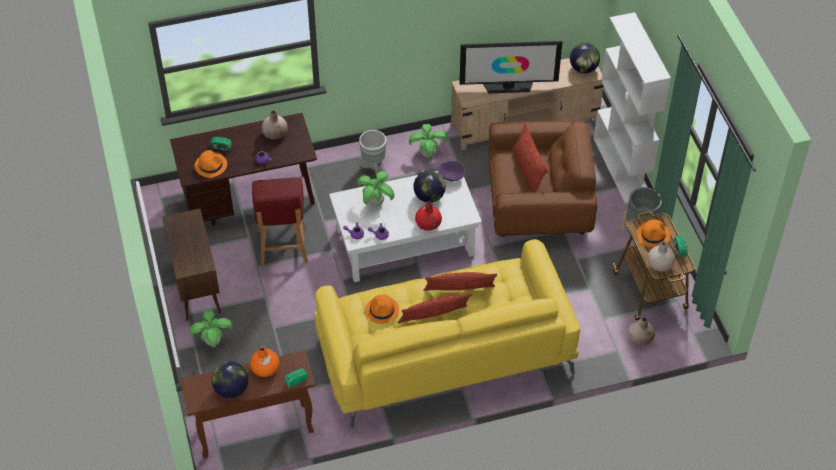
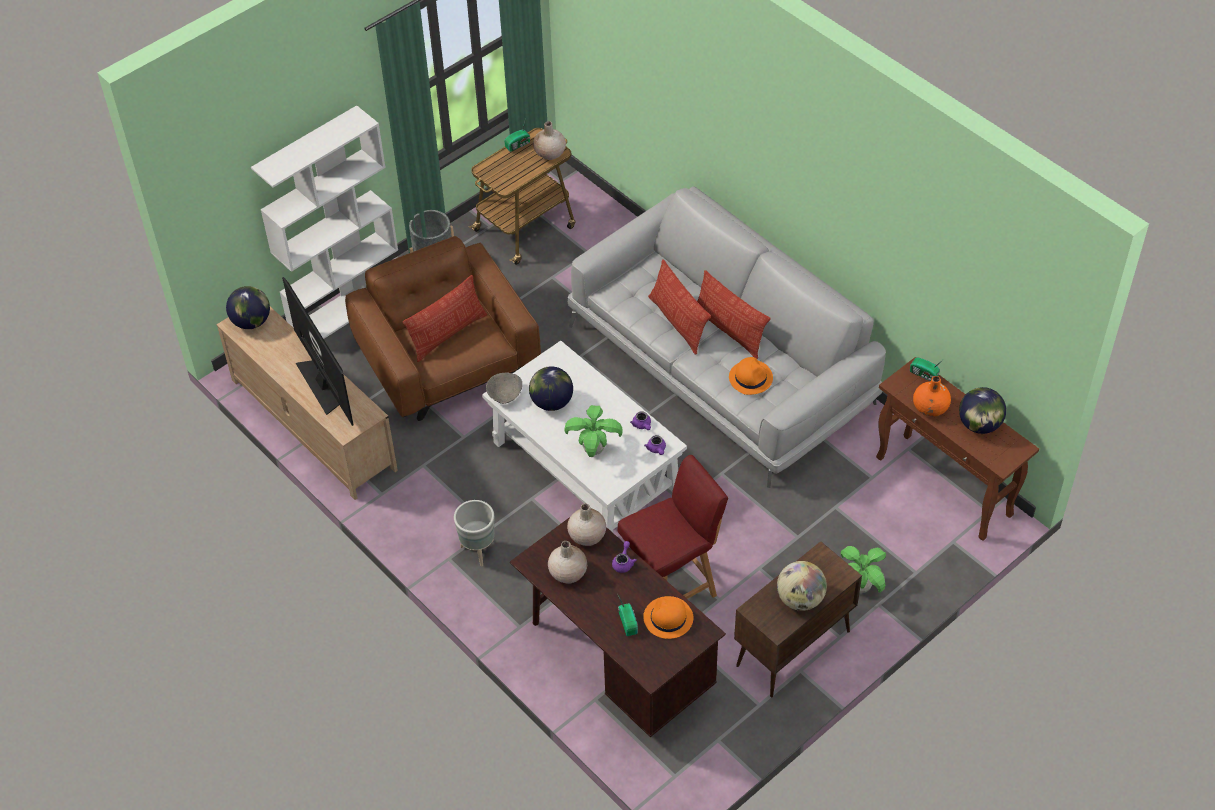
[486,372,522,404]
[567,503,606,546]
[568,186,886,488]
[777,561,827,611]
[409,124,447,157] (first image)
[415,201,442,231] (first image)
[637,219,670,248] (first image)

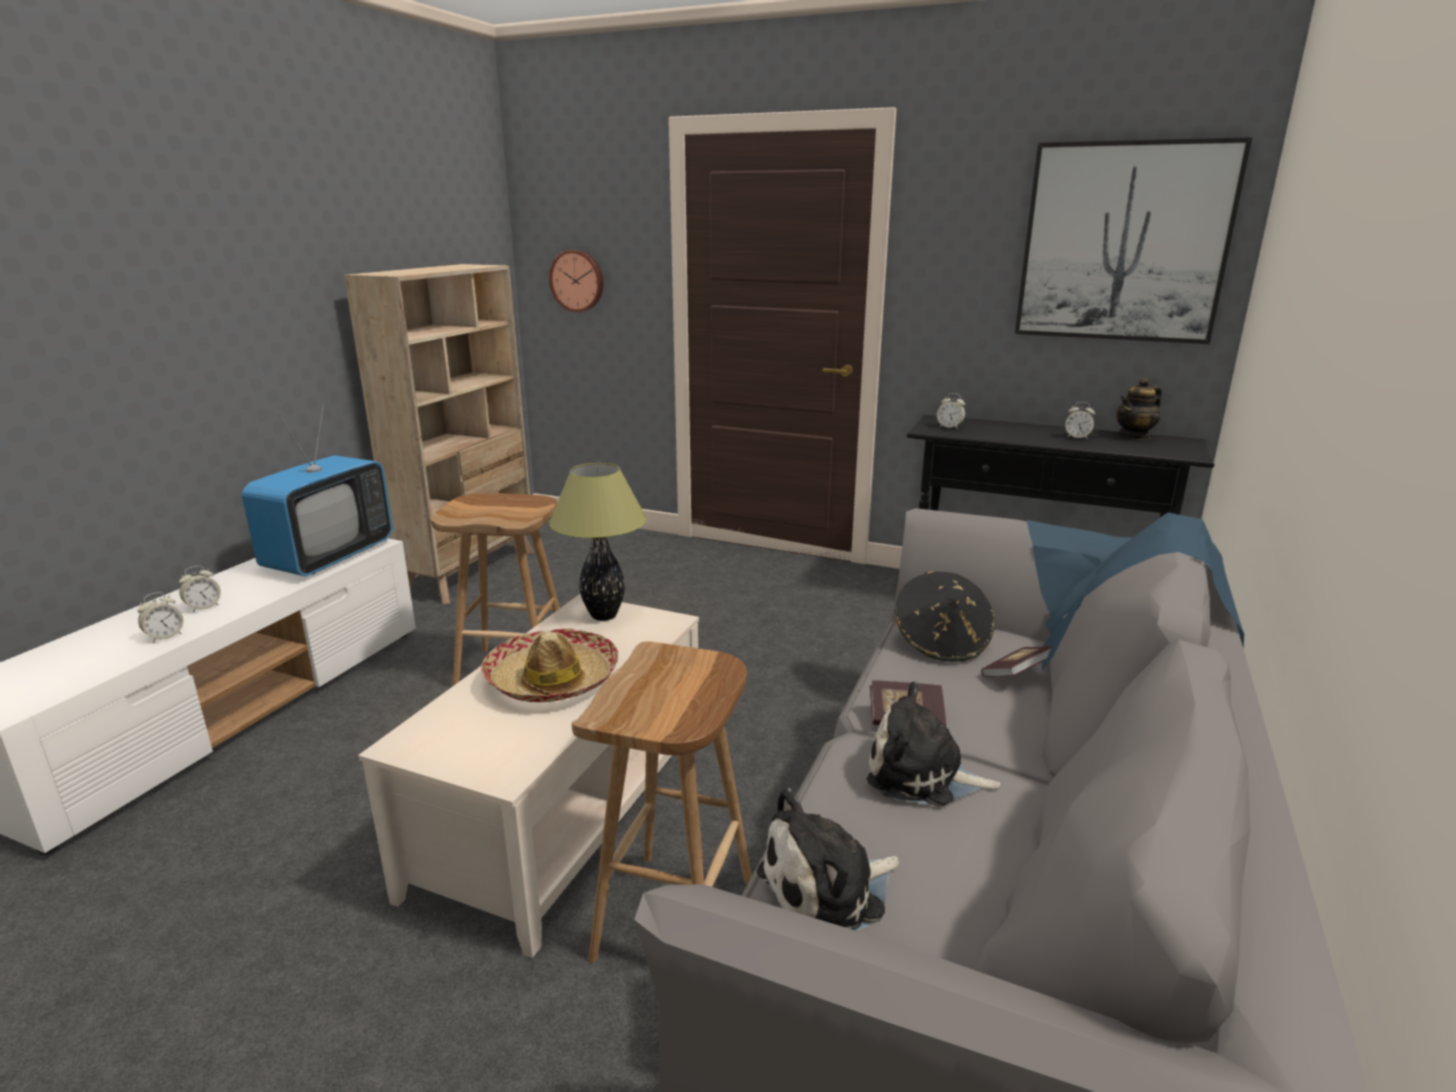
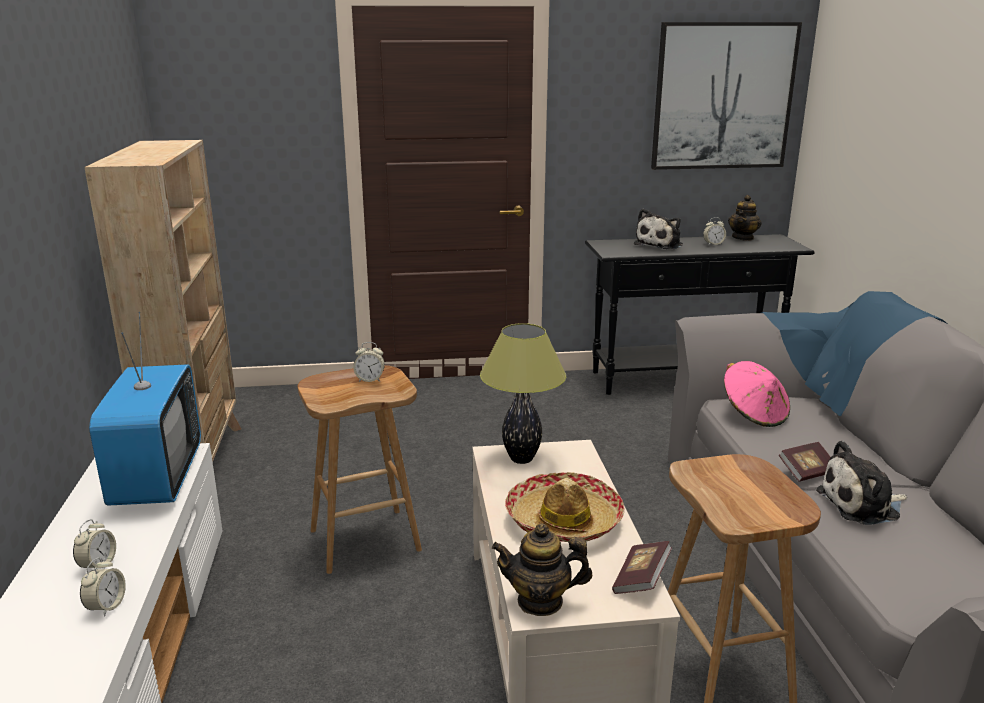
[353,342,385,382]
[492,524,592,616]
[612,541,672,594]
[634,208,683,249]
[724,361,790,427]
[549,250,603,312] (first image)

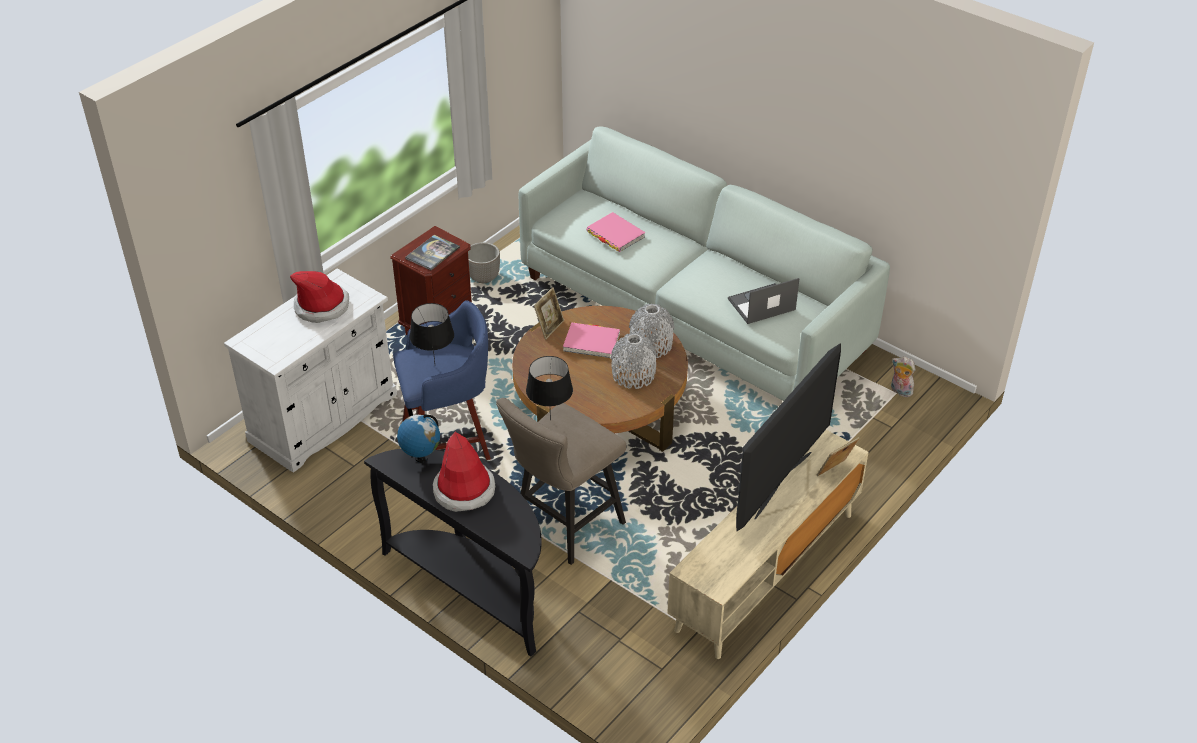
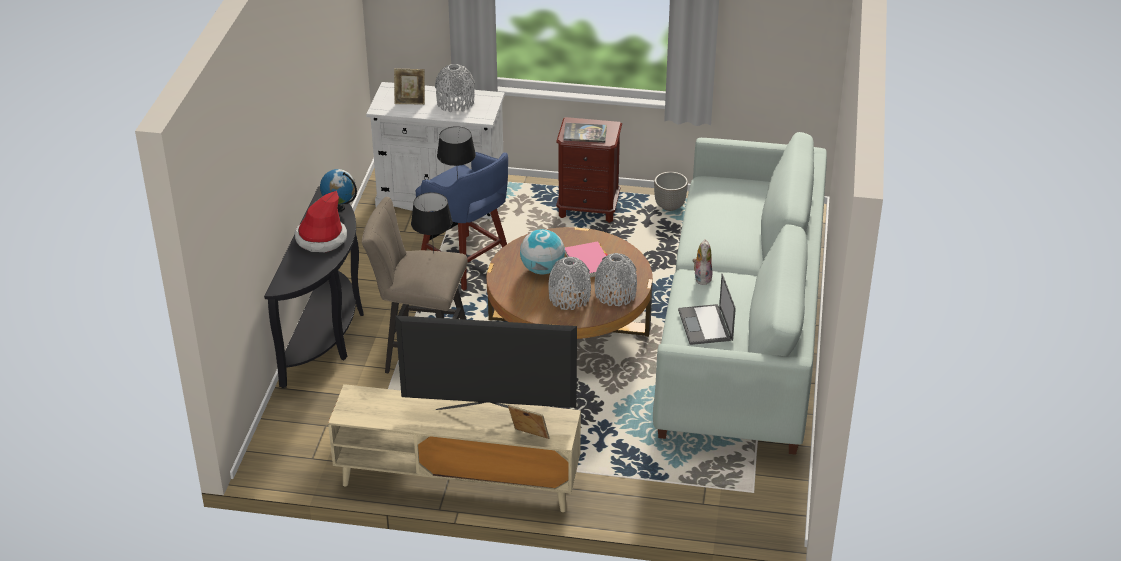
[394,68,425,105]
[435,64,475,112]
[520,229,565,274]
[678,274,736,345]
[692,239,712,285]
[586,212,646,252] (first image)

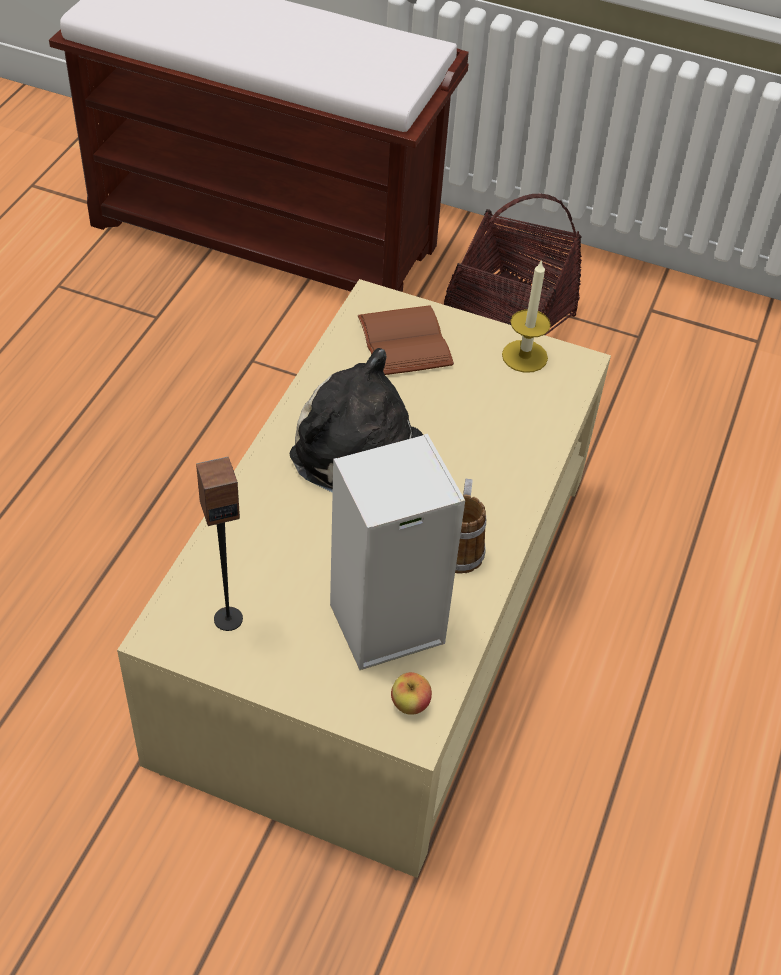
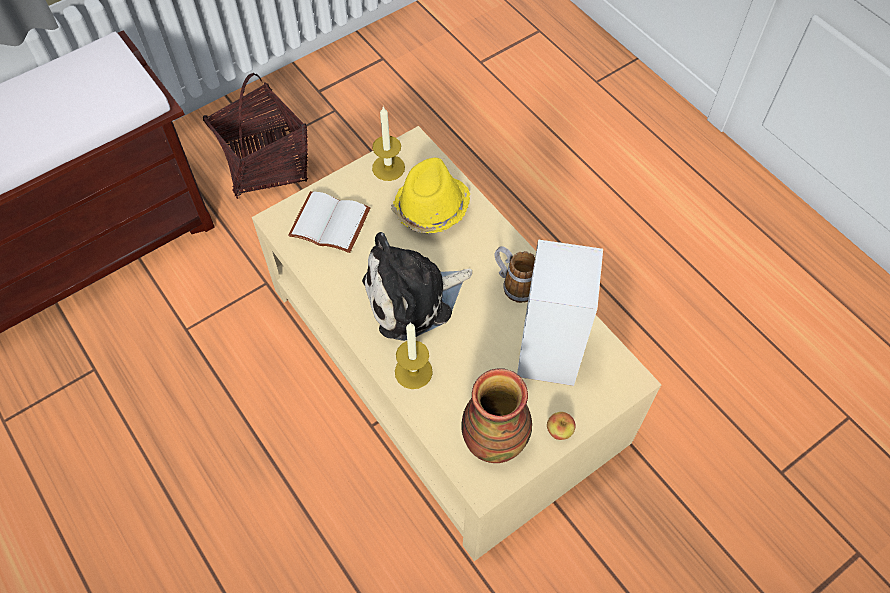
[288,191,371,253]
[391,158,470,234]
[395,323,433,389]
[461,368,532,463]
[547,412,575,440]

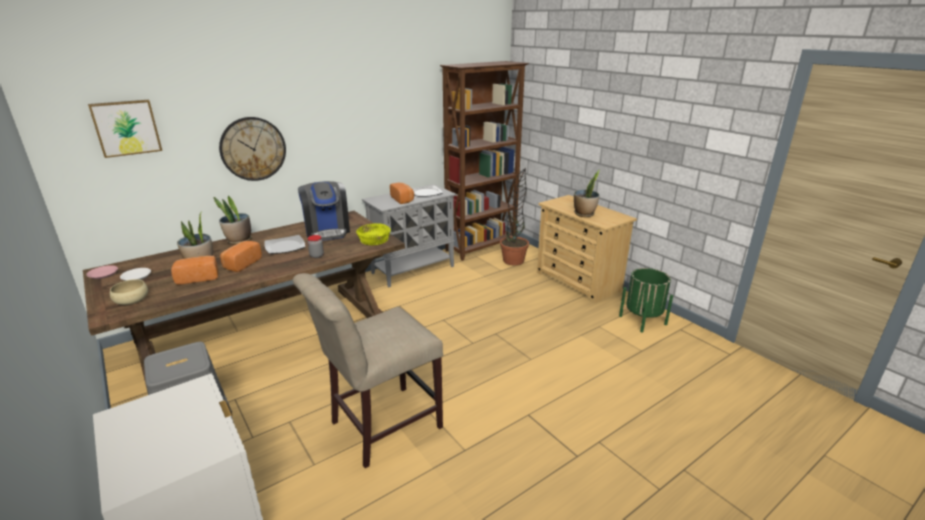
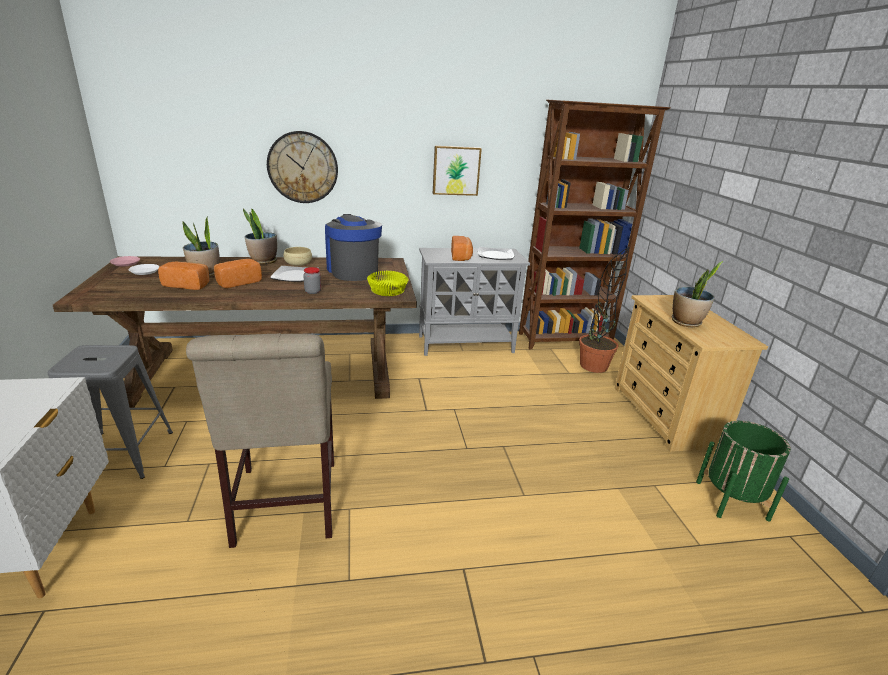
[186,333,334,548]
[283,247,312,266]
[325,214,382,281]
[433,146,482,196]

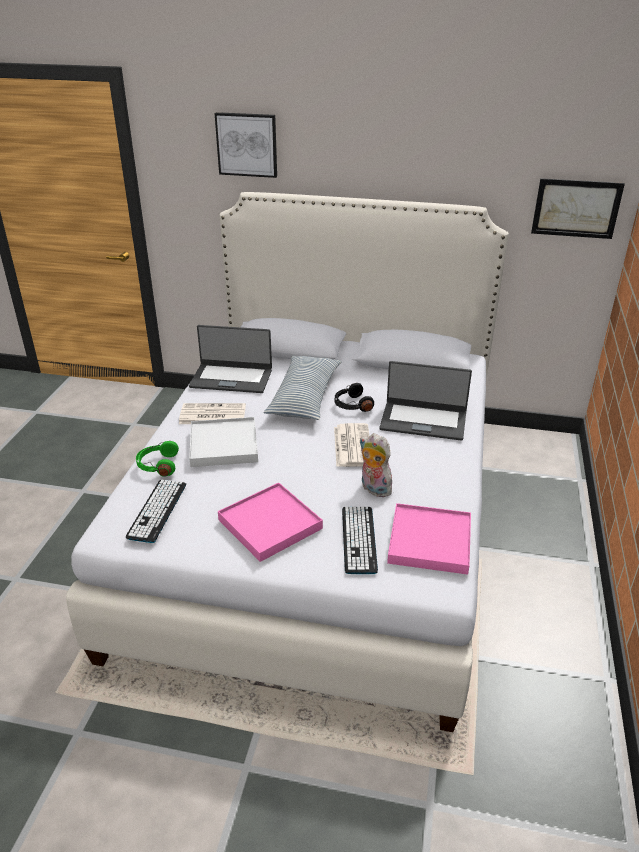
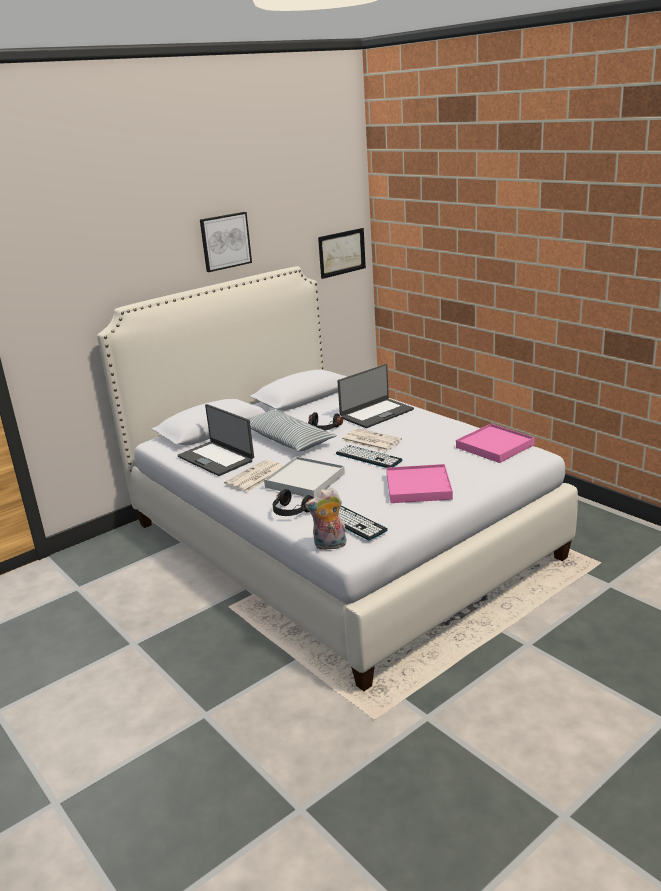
[178,404,254,476]
[200,212,252,272]
[273,489,313,516]
[305,488,347,550]
[336,445,403,468]

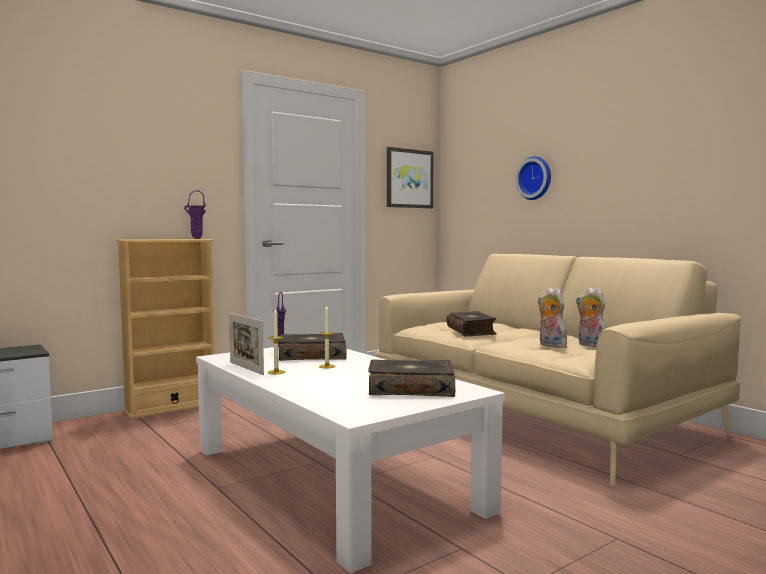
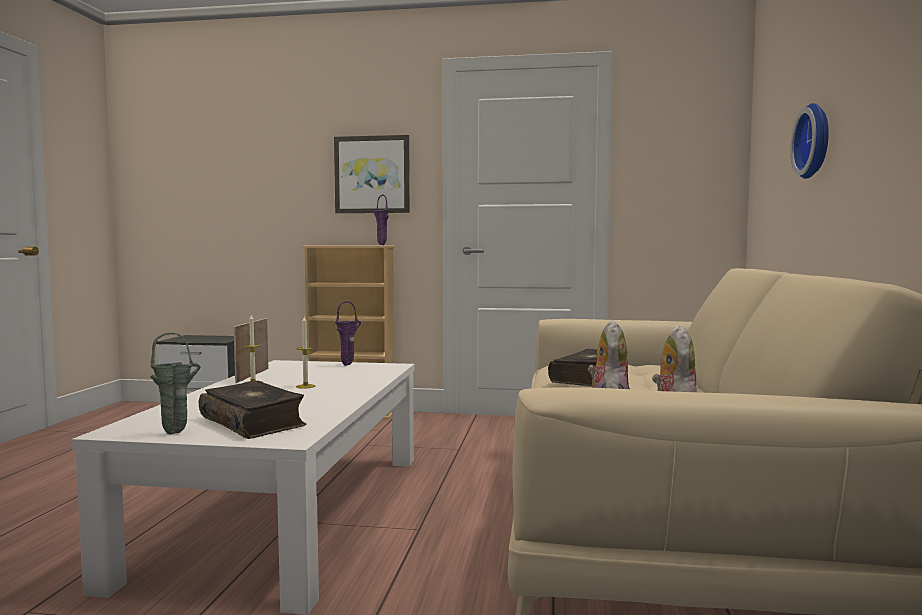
[150,332,201,434]
[334,135,410,213]
[278,333,347,361] (first image)

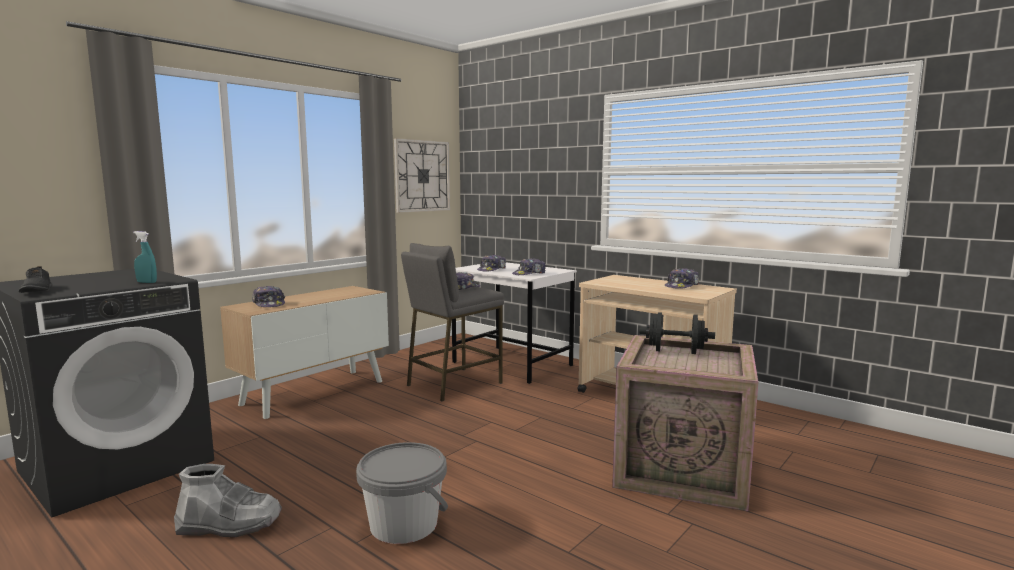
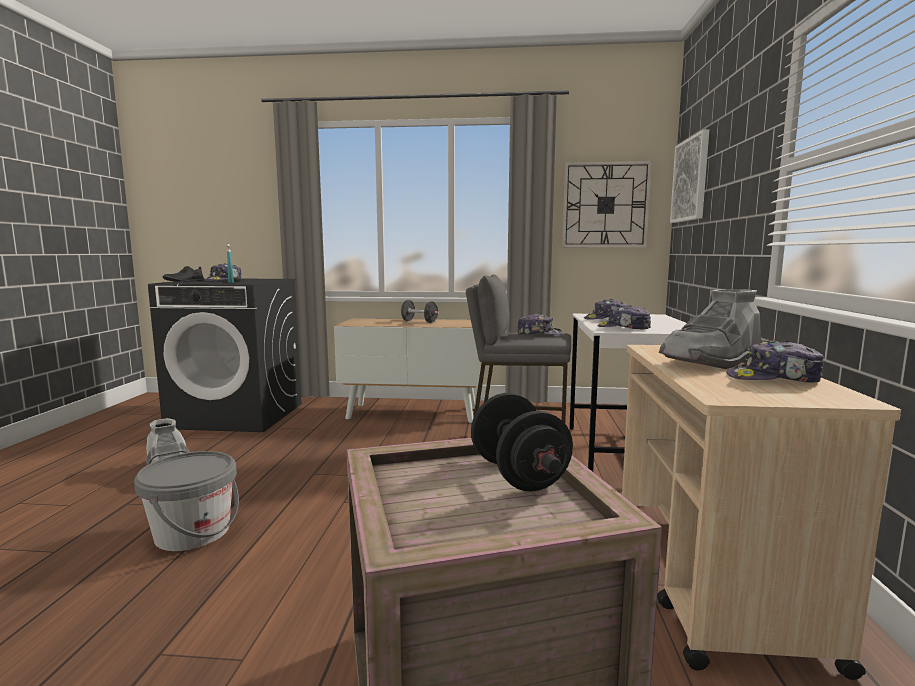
[204,263,242,281]
[401,300,439,323]
[659,289,761,369]
[670,129,709,223]

